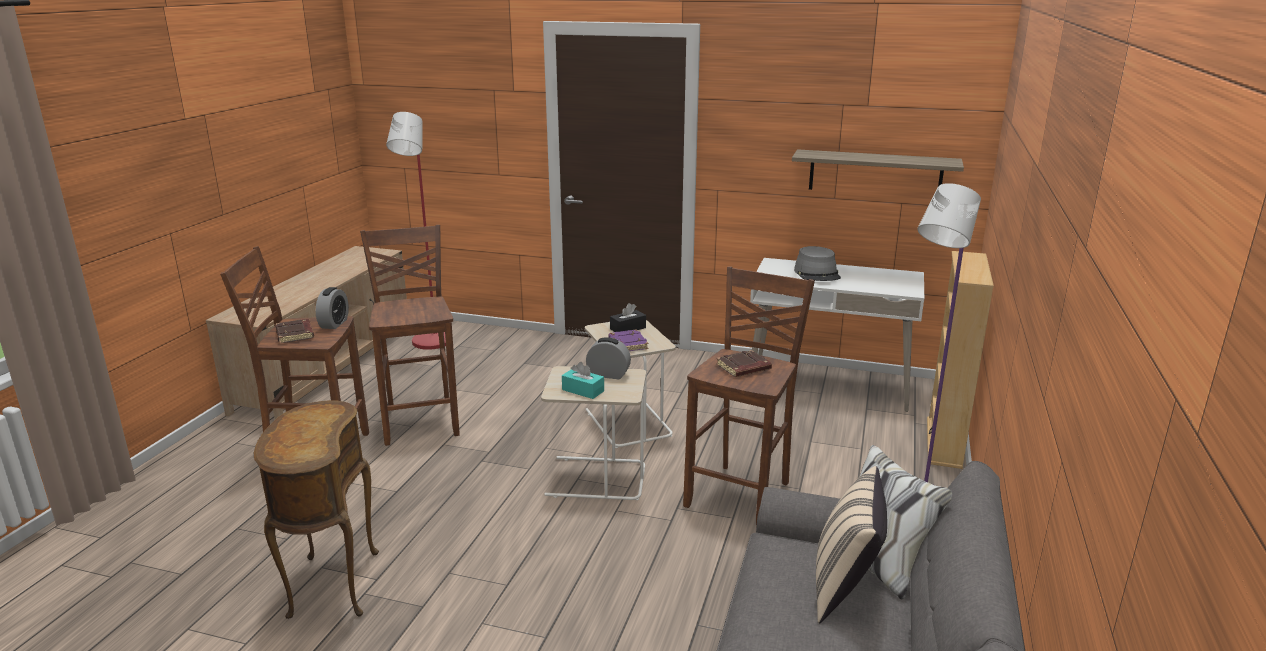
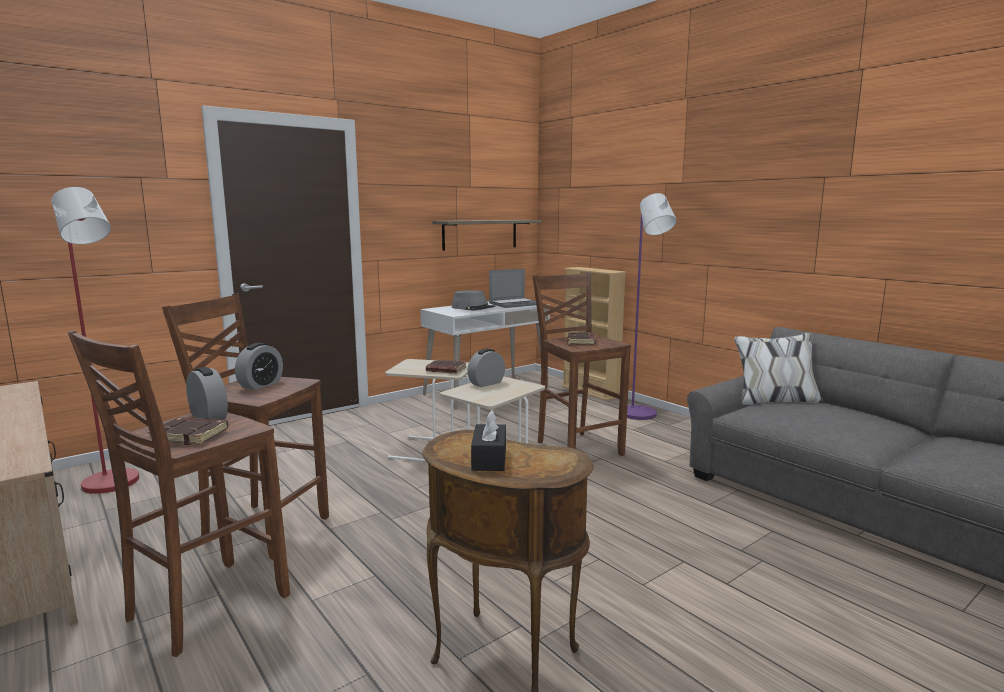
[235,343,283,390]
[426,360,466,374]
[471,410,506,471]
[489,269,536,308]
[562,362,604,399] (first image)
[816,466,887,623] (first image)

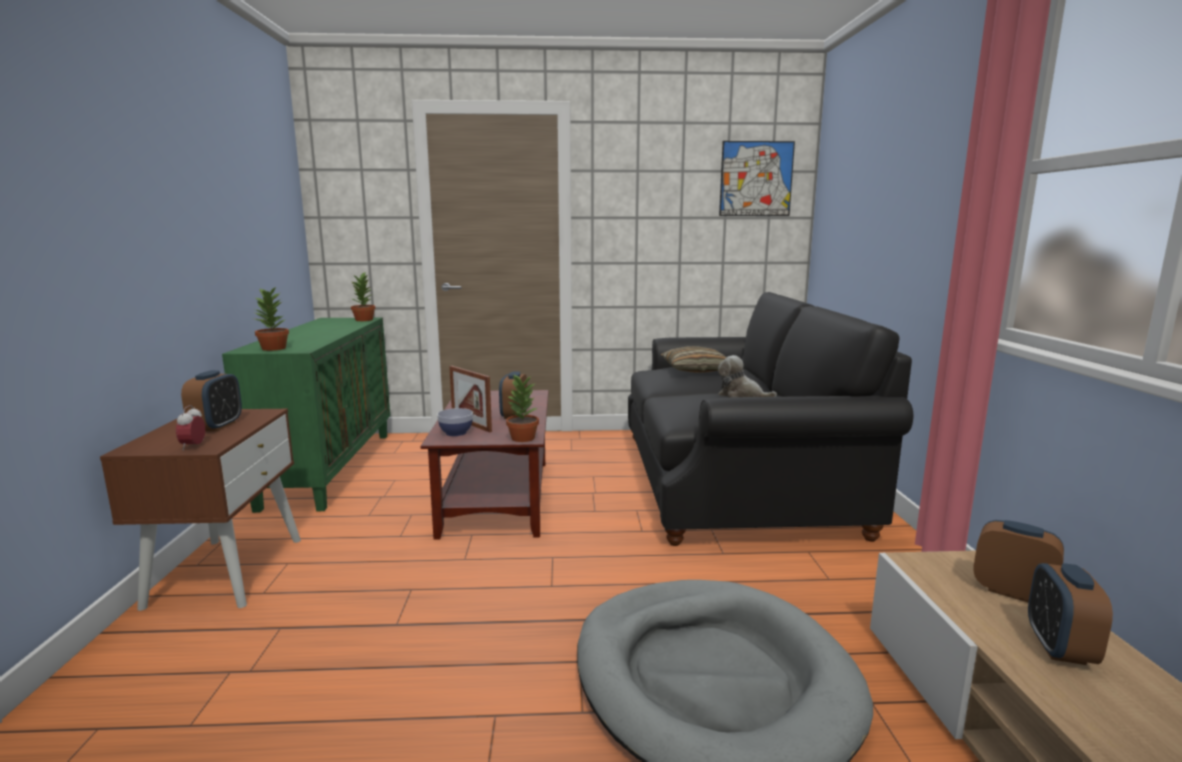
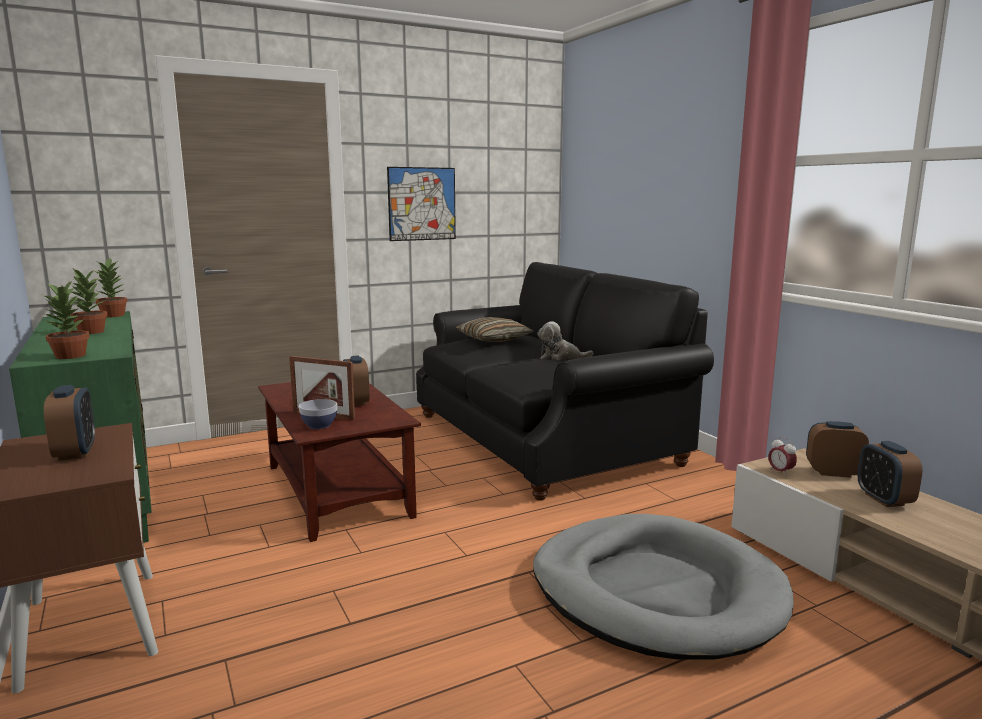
[71,269,107,334]
[387,167,456,241]
[768,437,797,475]

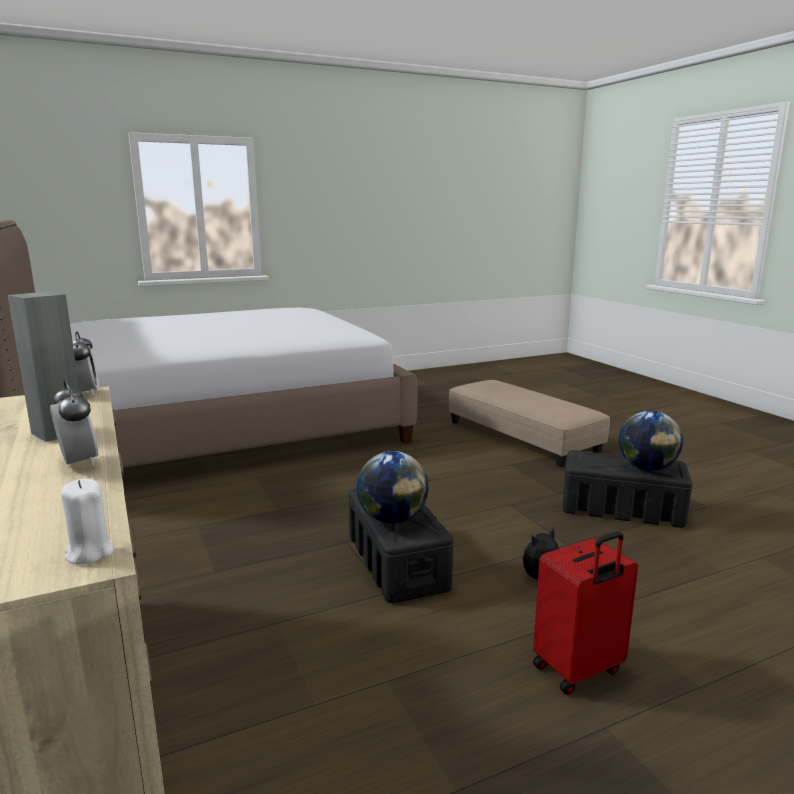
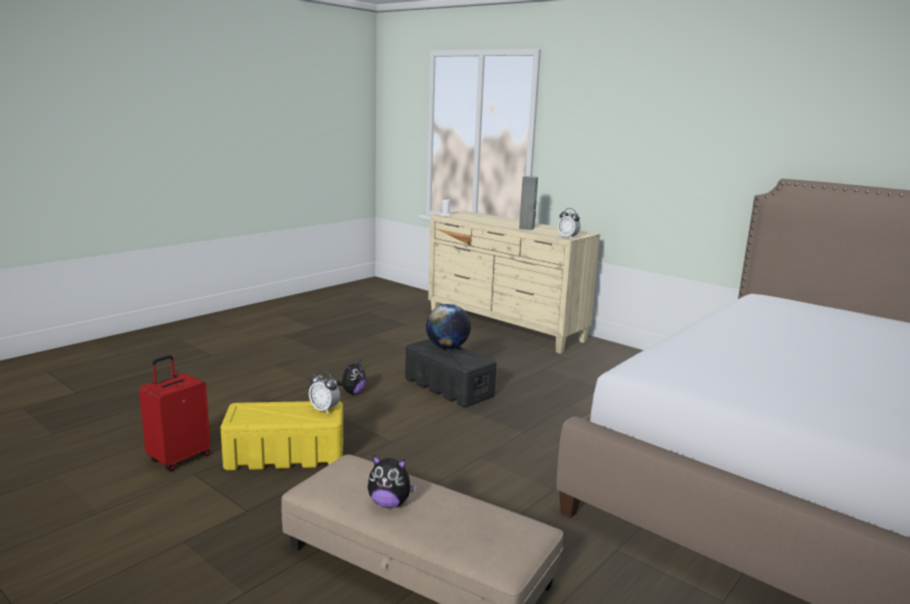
[139,355,211,471]
[221,401,343,471]
[309,371,340,414]
[368,455,417,508]
[619,411,683,471] (first image)

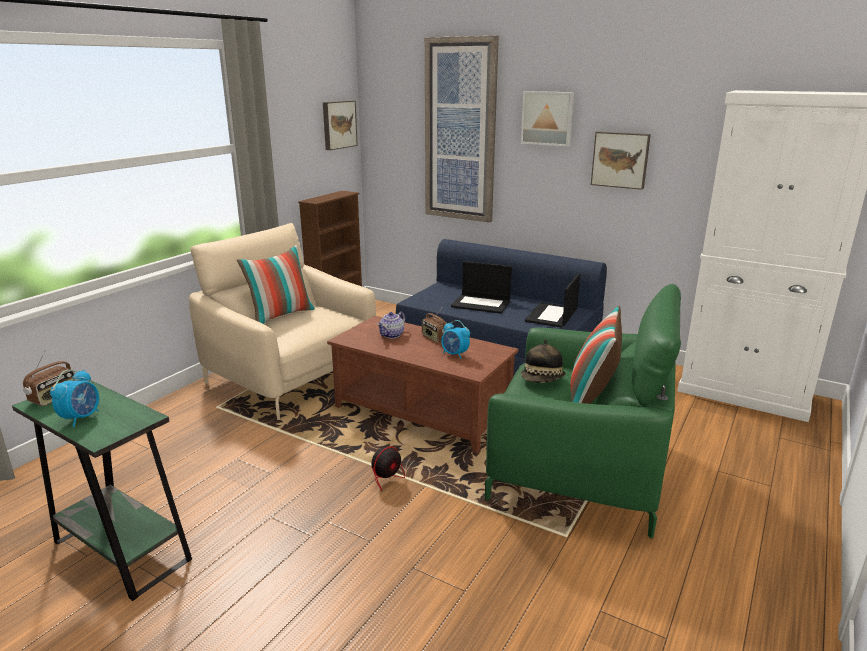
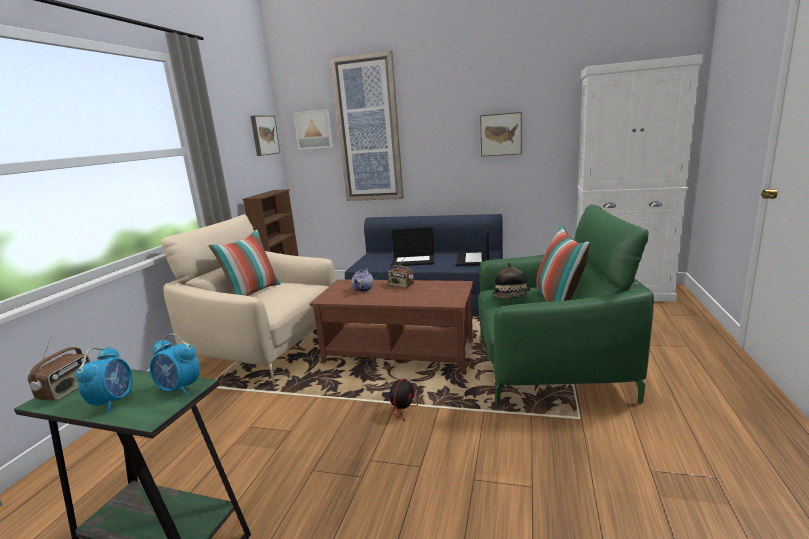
[150,333,200,396]
[293,109,333,150]

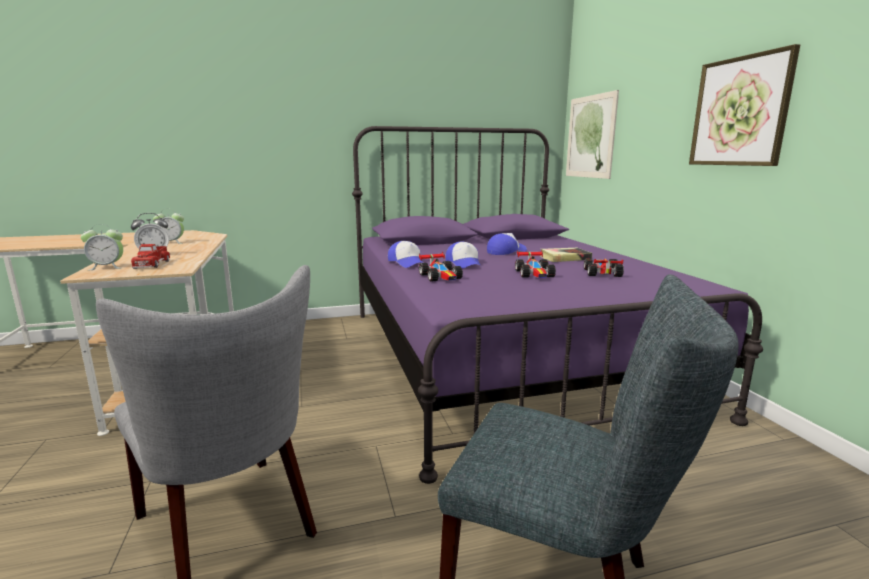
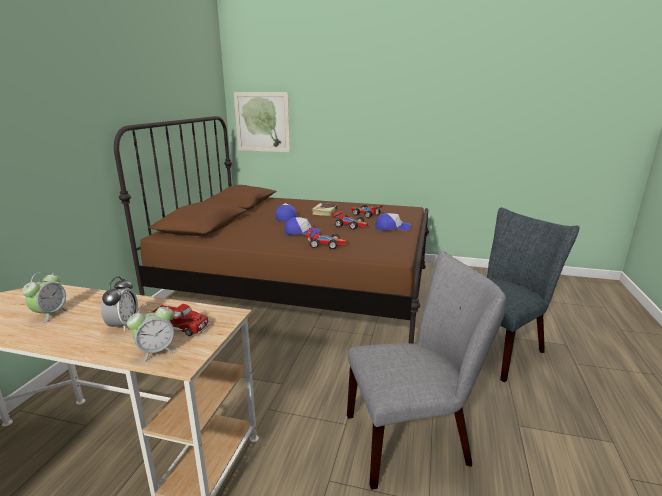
[114,116,429,344]
[127,303,177,363]
[375,213,411,231]
[689,44,800,166] (first image)

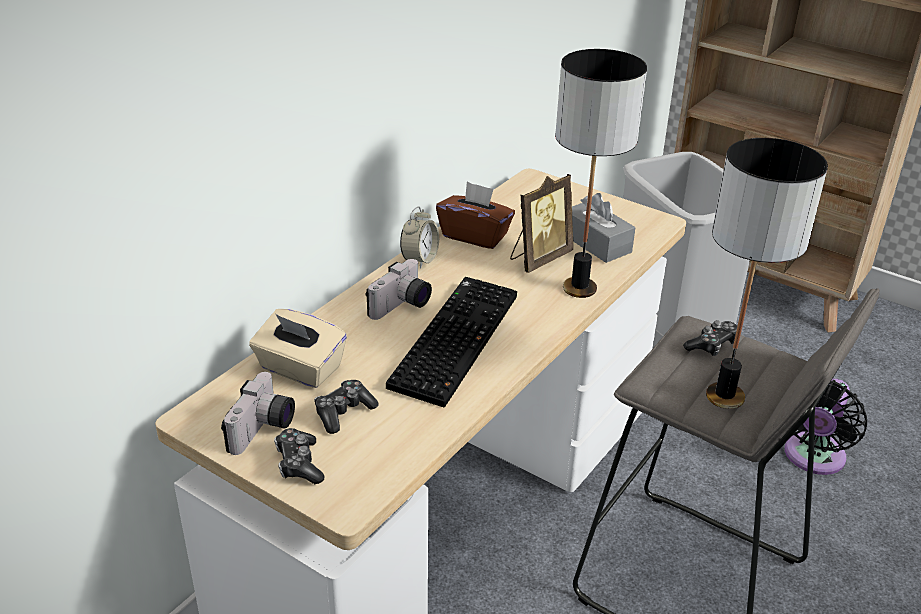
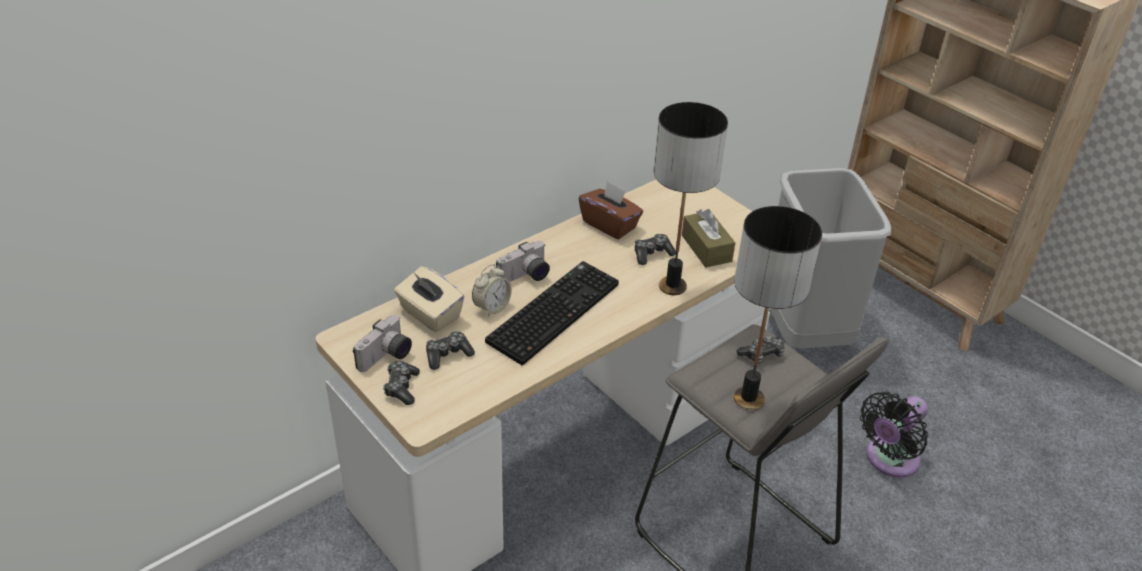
[472,264,512,317]
[635,234,676,265]
[682,209,735,268]

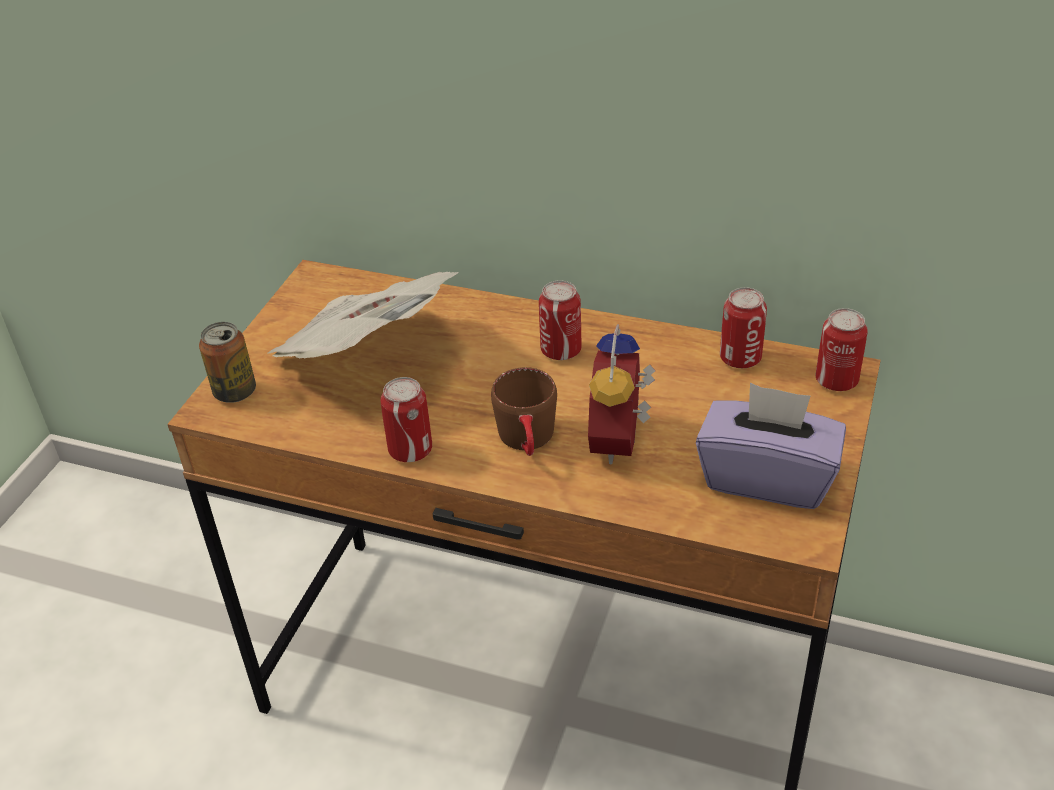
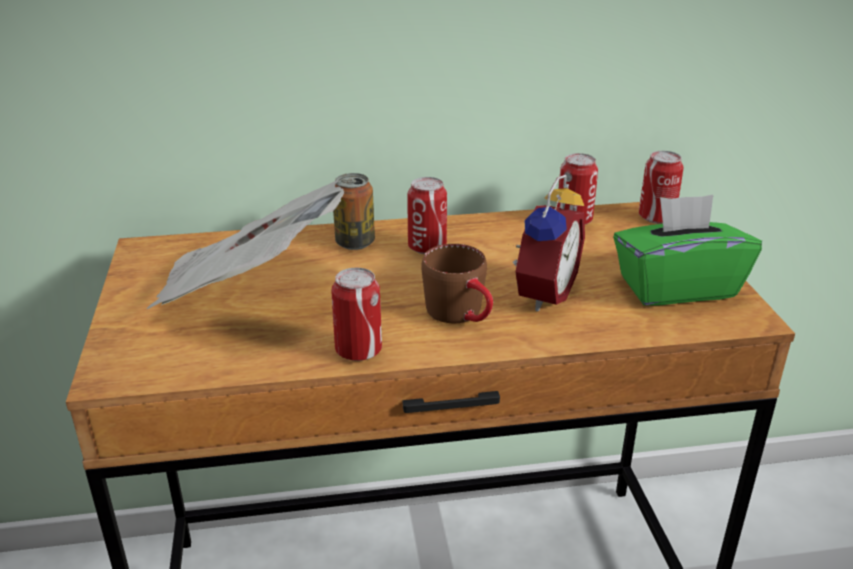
[333,173,375,250]
[513,175,585,312]
[613,195,762,305]

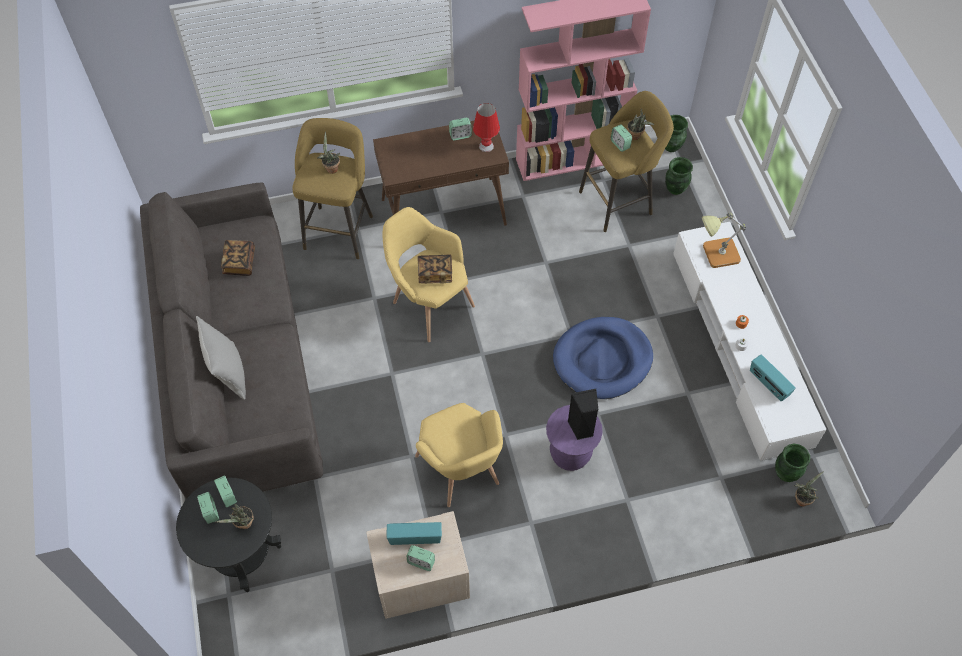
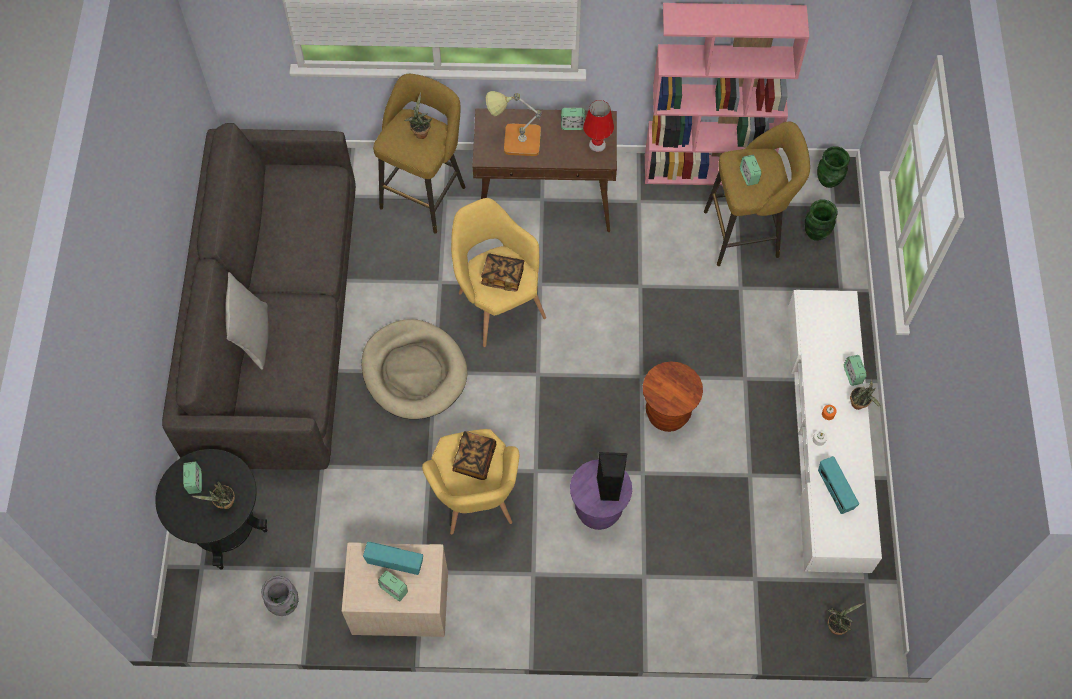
[261,576,299,616]
[361,319,467,419]
[452,431,496,480]
[486,91,542,156]
[643,361,703,432]
[844,355,867,386]
[850,379,881,410]
[775,444,810,482] (first image)

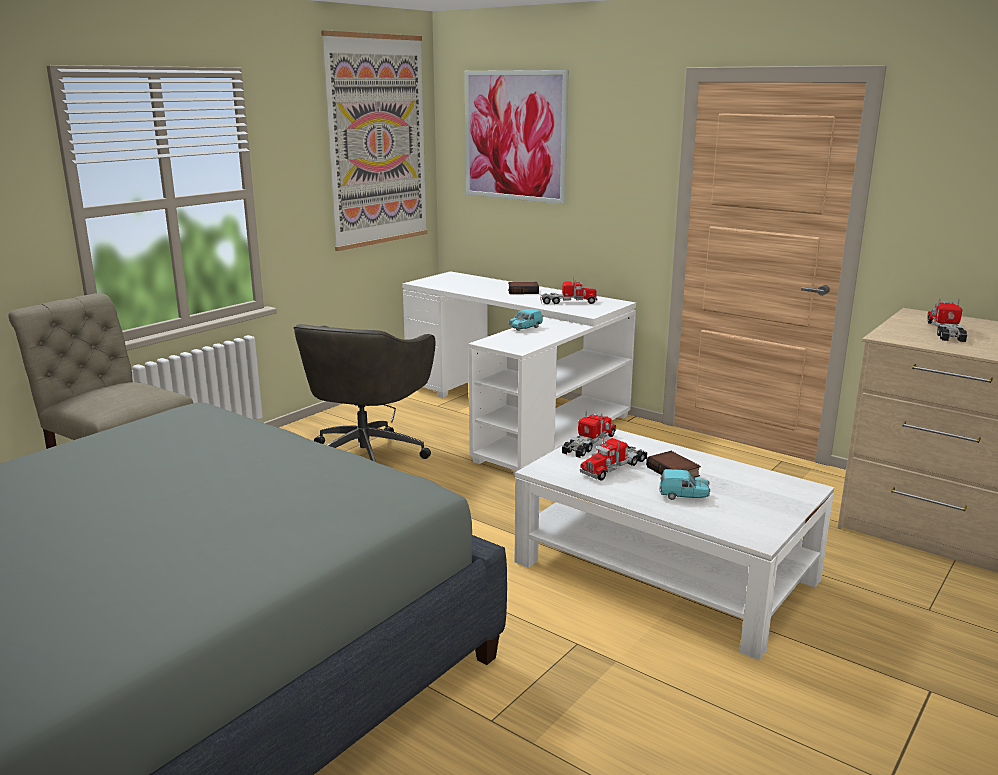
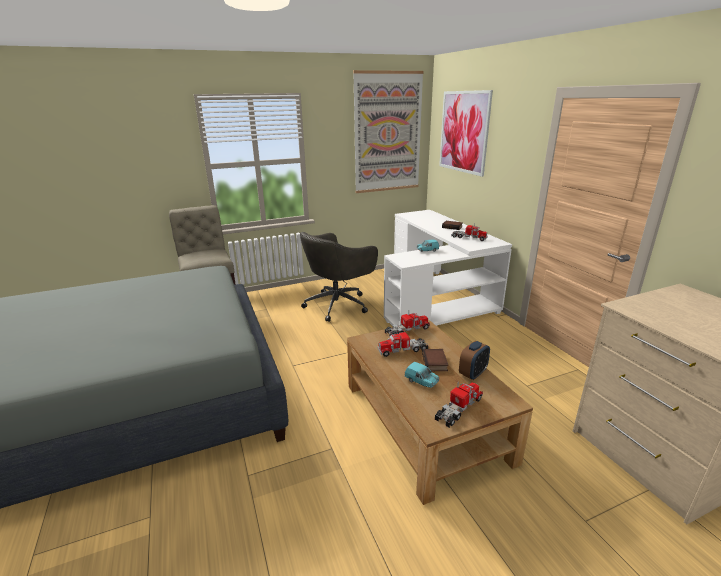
[347,319,533,505]
[435,382,483,428]
[459,341,490,380]

